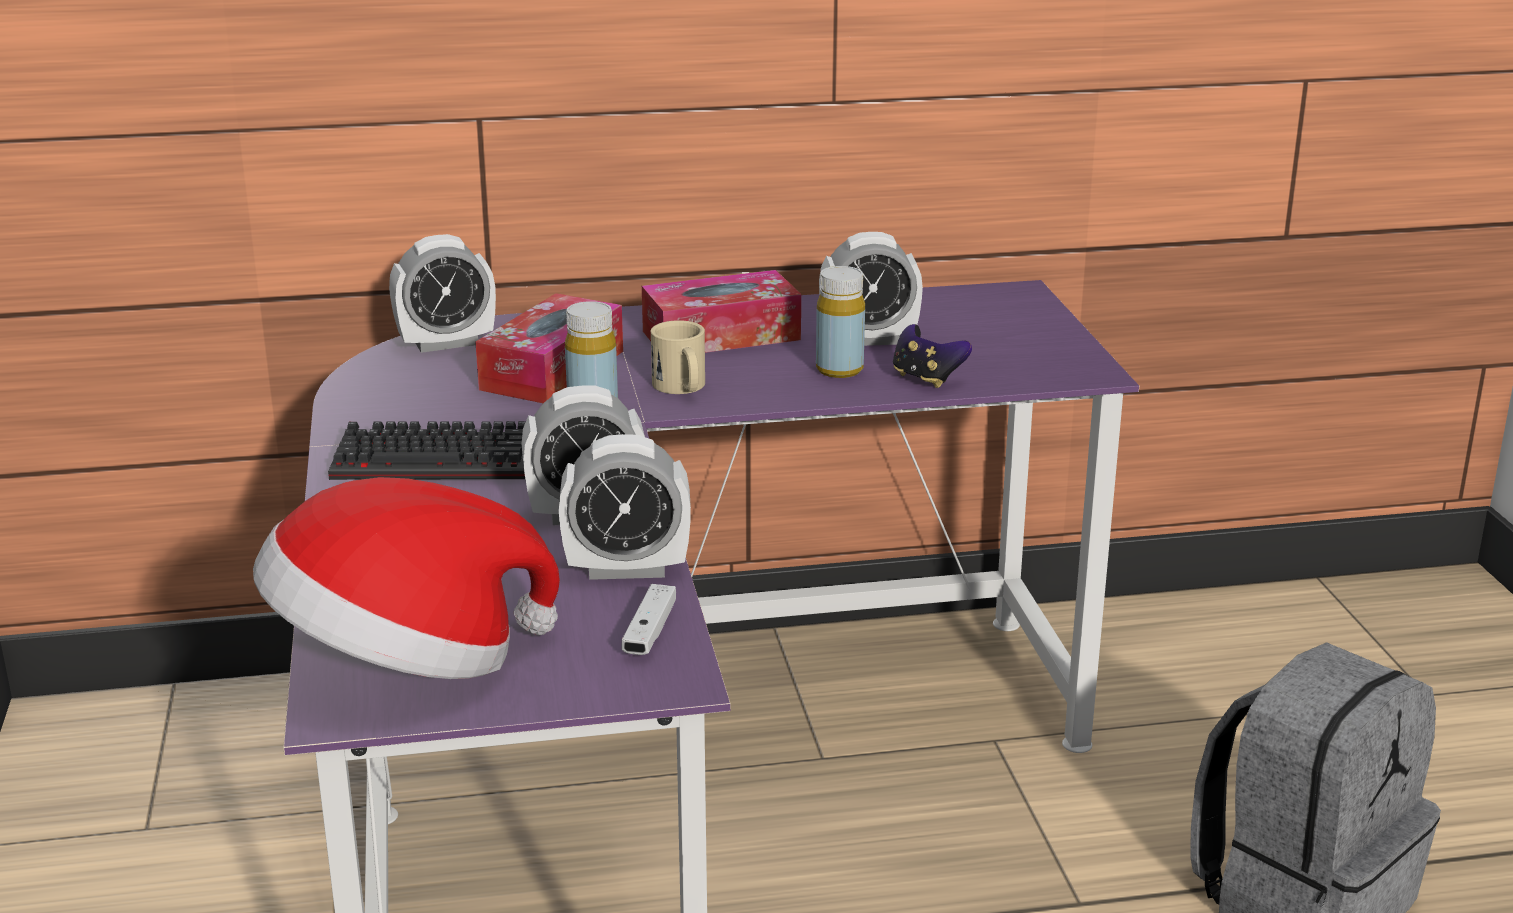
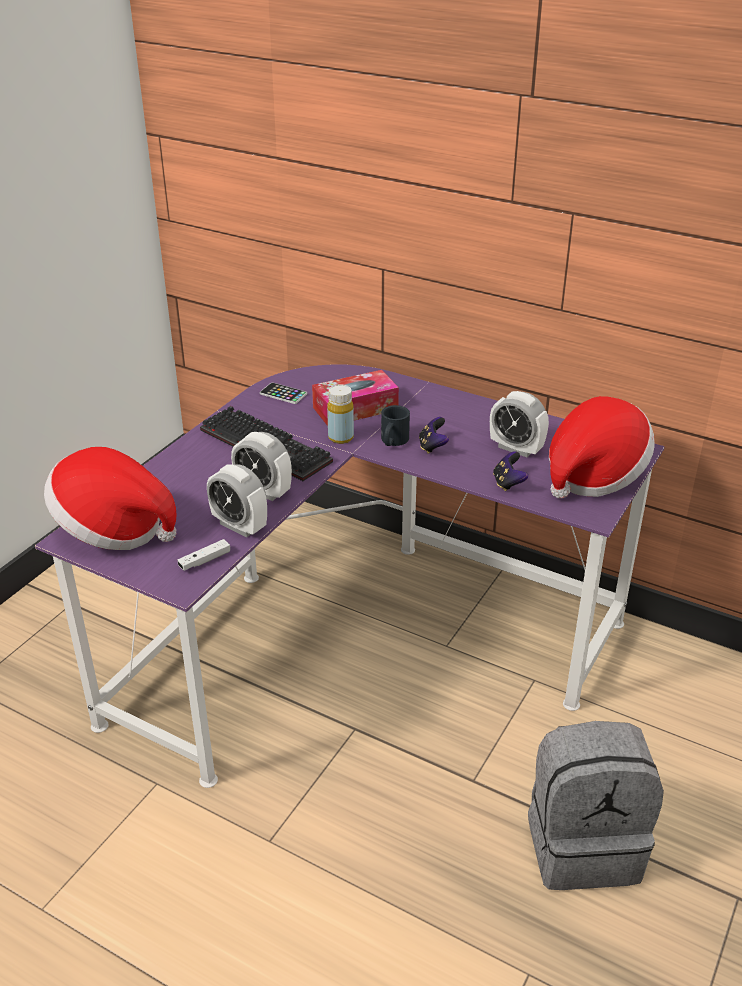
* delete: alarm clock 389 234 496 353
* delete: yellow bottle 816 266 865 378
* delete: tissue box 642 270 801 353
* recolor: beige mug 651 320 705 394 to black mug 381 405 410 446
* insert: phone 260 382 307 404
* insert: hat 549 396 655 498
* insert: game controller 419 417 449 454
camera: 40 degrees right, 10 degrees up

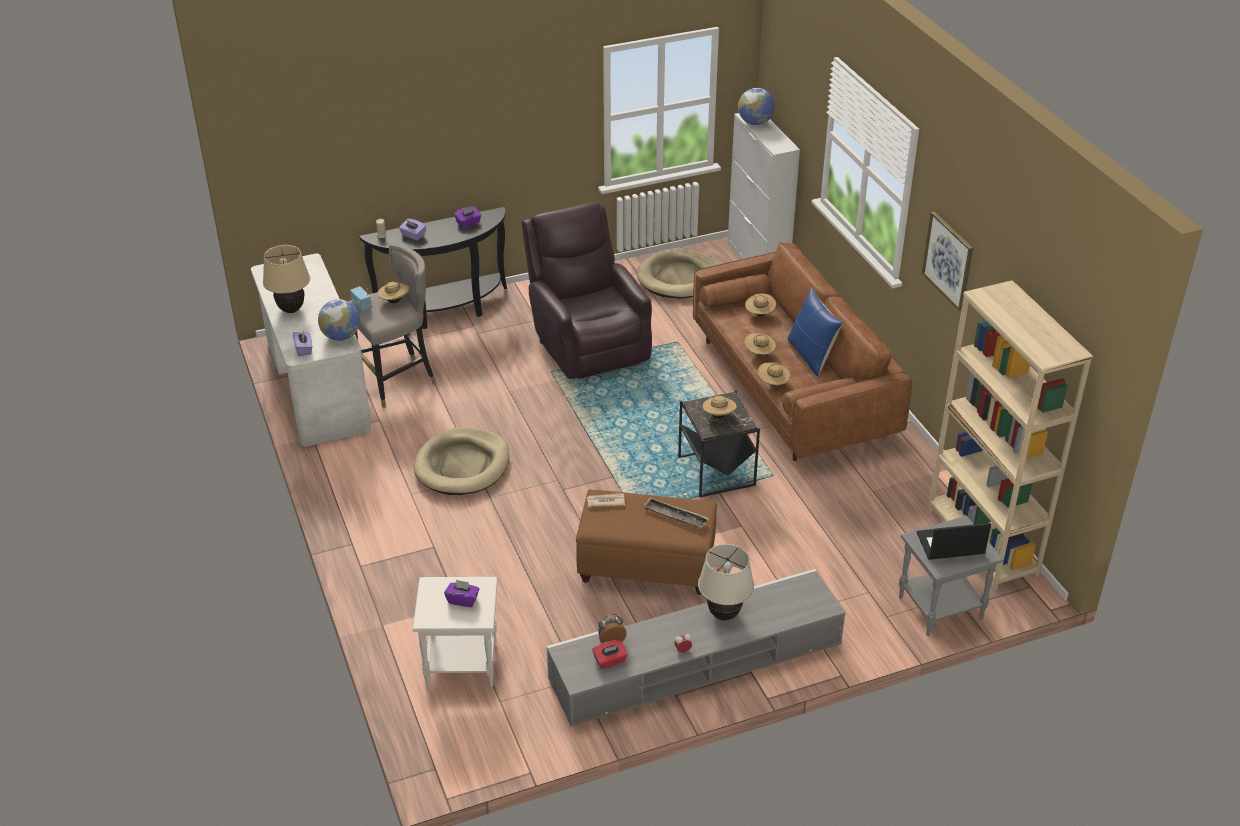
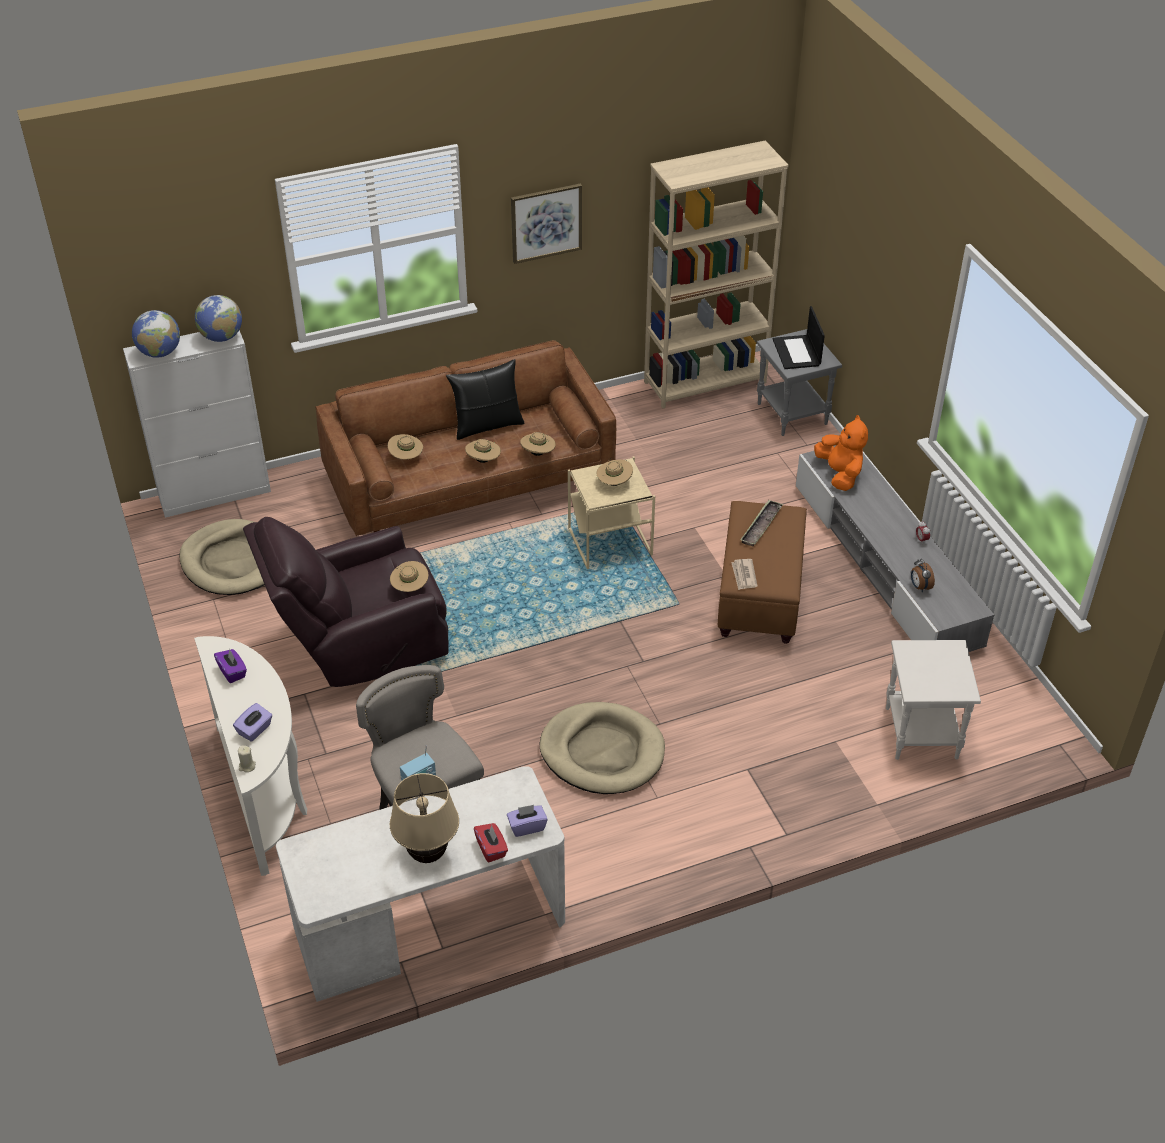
* recolor: black console table 359 207 507 329 to white console table 194 636 307 876
* move: beige hat 378 280 409 303 to 390 561 428 592
* recolor: blue pillow 788 287 843 376 to black pillow 446 359 524 440
* move: globe 318 299 360 341 to 195 295 242 342
* recolor: black side table 678 390 760 497 to beige side table 568 456 655 569
* delete: beige table lamp 698 544 754 621
* delete: purple tissue box 444 579 479 607
* move: red tissue box 592 639 628 669 to 474 823 508 862
* insert: orange plush toy 814 415 868 491
camera: 90 degrees left, 5 degrees up

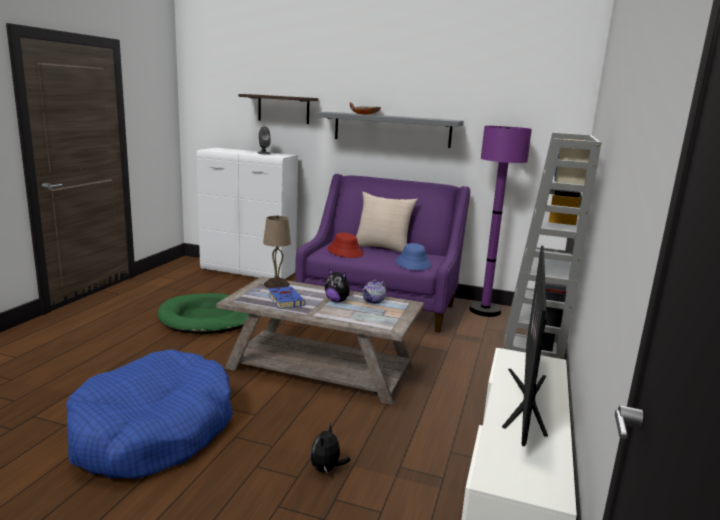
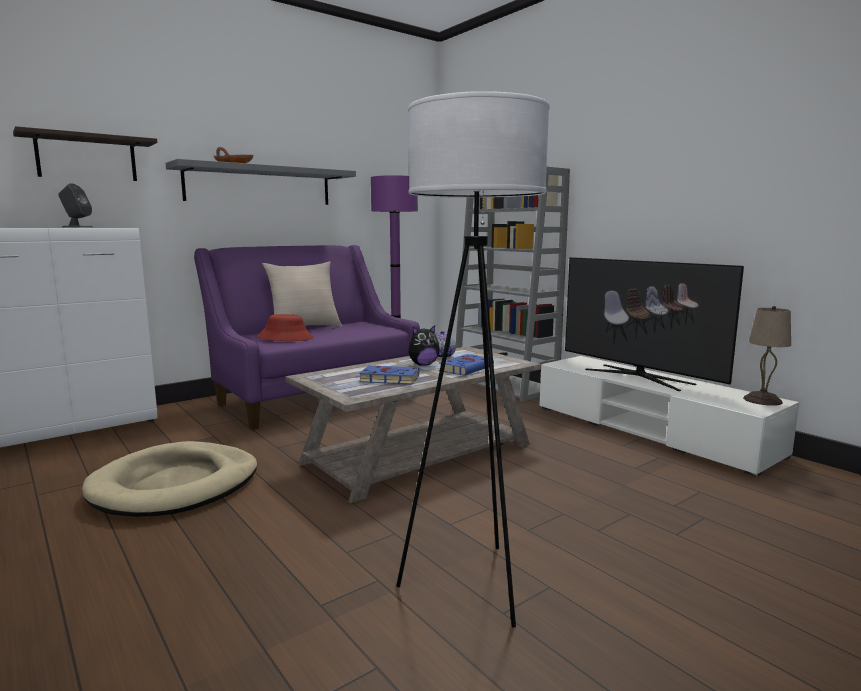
* move: beige table lamp 263 215 291 288 to 743 306 791 406
* delete: blue hat 396 243 431 271
* recolor: green dog bed 158 293 248 334 to beige dog bed 82 441 257 517
* replace: blue dog bed 66 349 233 479 to white floor lamp 396 91 550 628
* delete: plush toy 310 424 350 474
* insert: blue book 439 354 494 376
camera: 55 degrees left, 5 degrees down

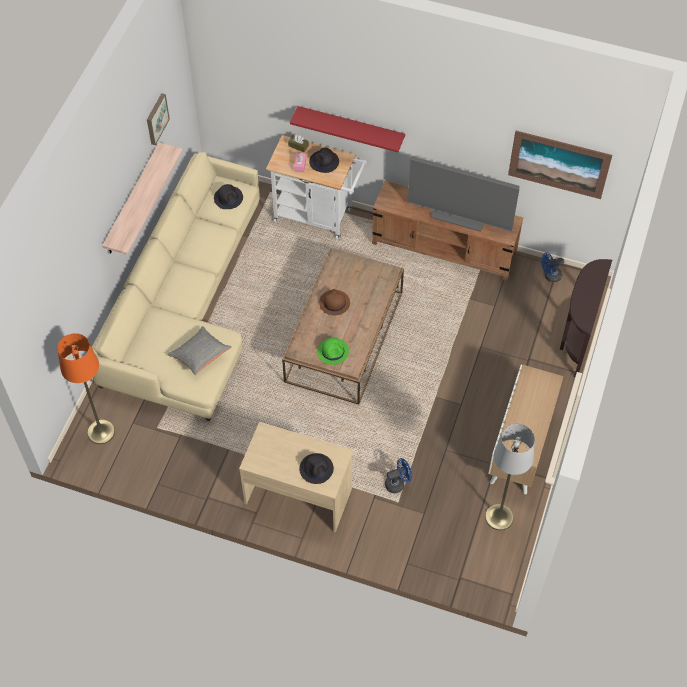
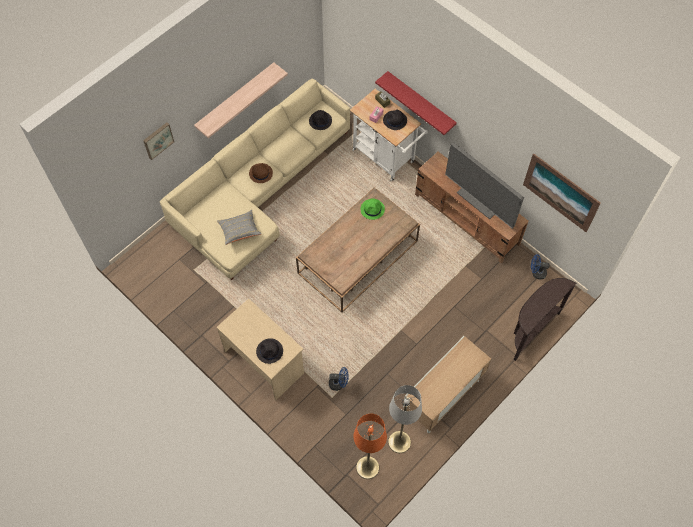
* move: picture 147 93 170 145 to 143 122 174 160
* move: brown hat 319 289 350 315 to 249 163 273 183
* move: orange floor lamp 57 333 115 444 to 354 414 387 479
* move: green hat 317 337 349 365 to 361 198 385 220
camera: 25 degrees right, 5 degrees up

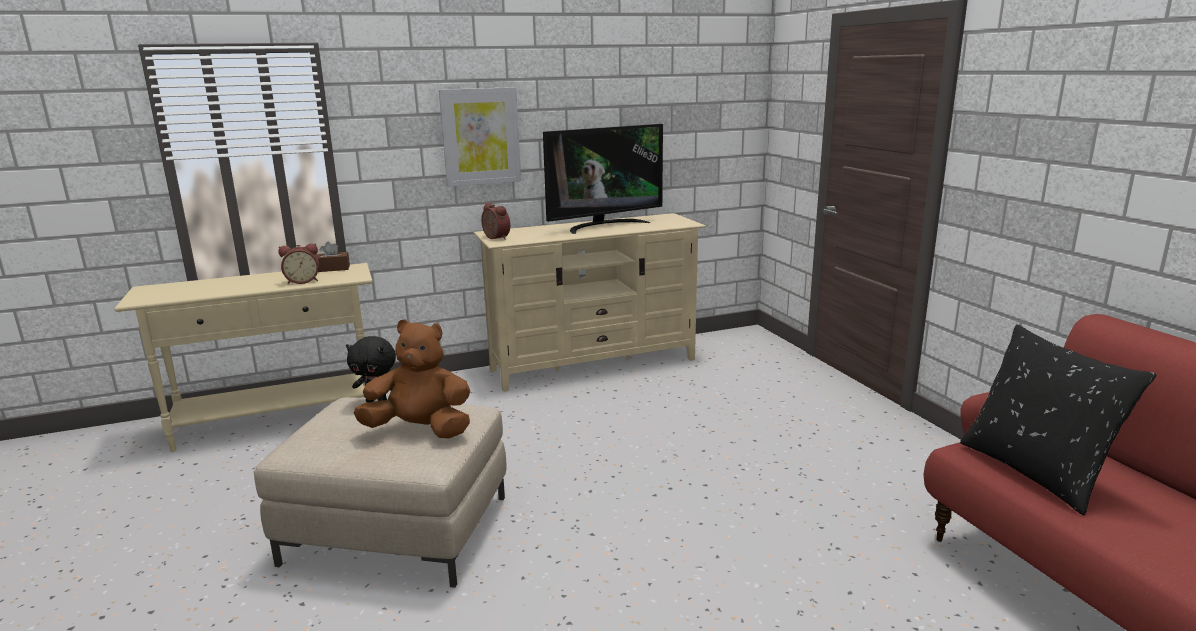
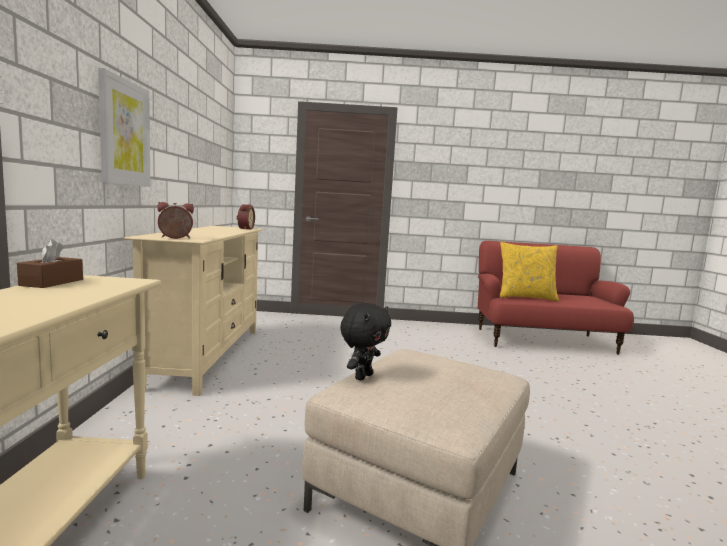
* delete: television 543 124 663 234
* move: alarm clock 278 244 319 284 to 236 204 255 230
* delete: brown plush toy 353 319 470 438
* recolor: black pillow 960 324 1156 515 to yellow pillow 500 242 559 301
camera: 70 degrees left, 10 degrees down

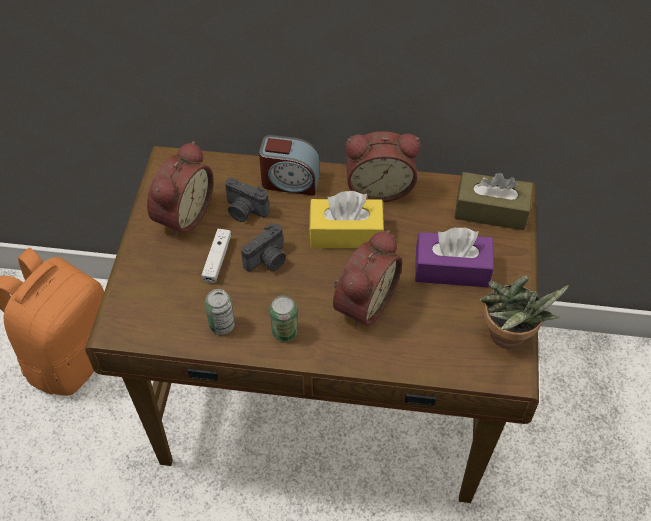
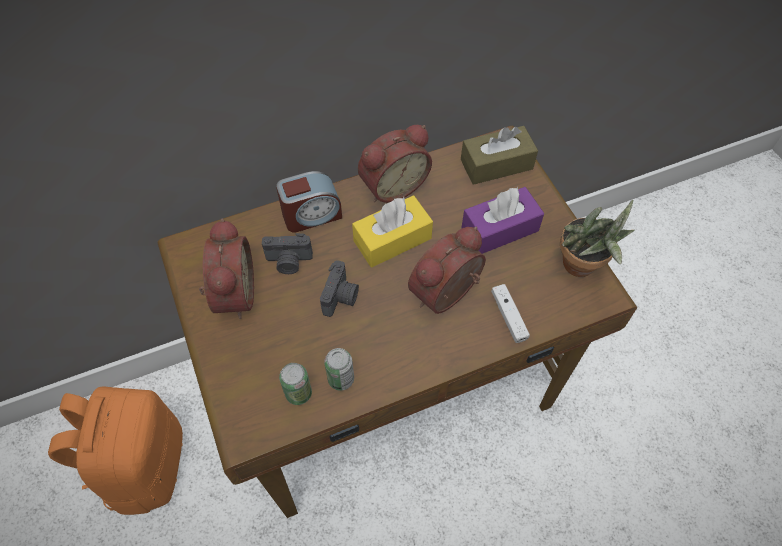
* move: white game controller 202 229 231 283 to 491 284 530 343
* rotate: alarm clock 333 230 402 329 = 408 227 486 314 135 degrees counterclockwise
* move: can 270 296 298 341 to 279 363 312 405
camera: 30 degrees left, 5 degrees up

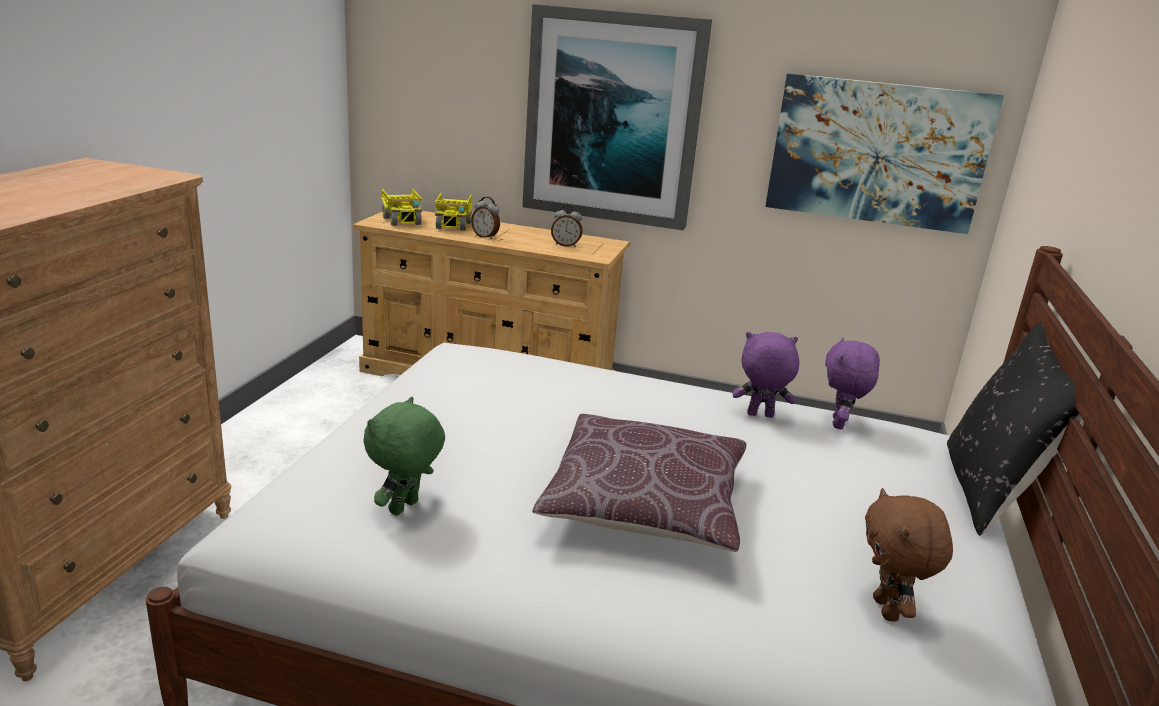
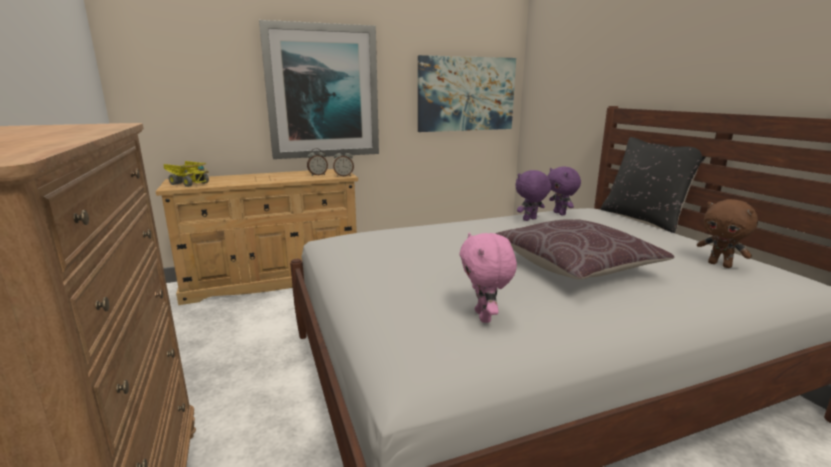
* delete: toy truck 435 193 473 231
* move: alarm clock 471 197 500 239 to 333 149 354 176
* recolor: green plush toy 363 397 445 516 to pink plush toy 460 232 517 323
camera: 35 degrees left, 5 degrees down

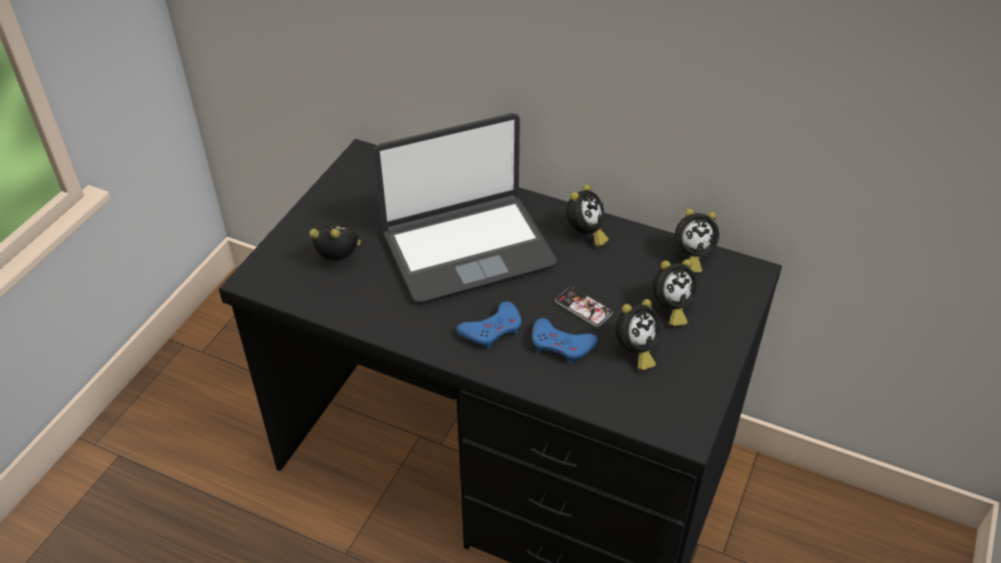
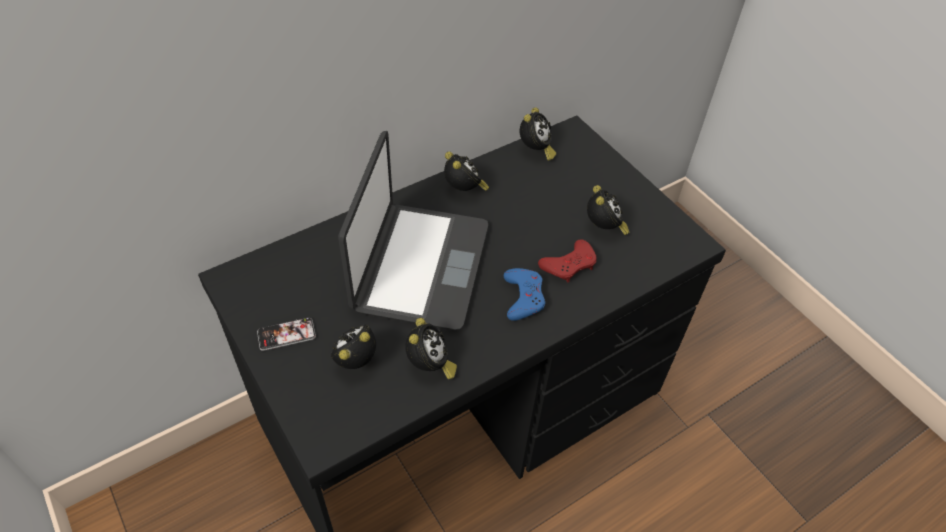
* move: alarm clock 653 259 698 326 to 405 318 457 380
* move: phone 555 287 613 327 to 257 318 316 351
* recolor: blue game controller 532 318 598 364 to red game controller 538 239 597 282
camera: 60 degrees left, 5 degrees up

